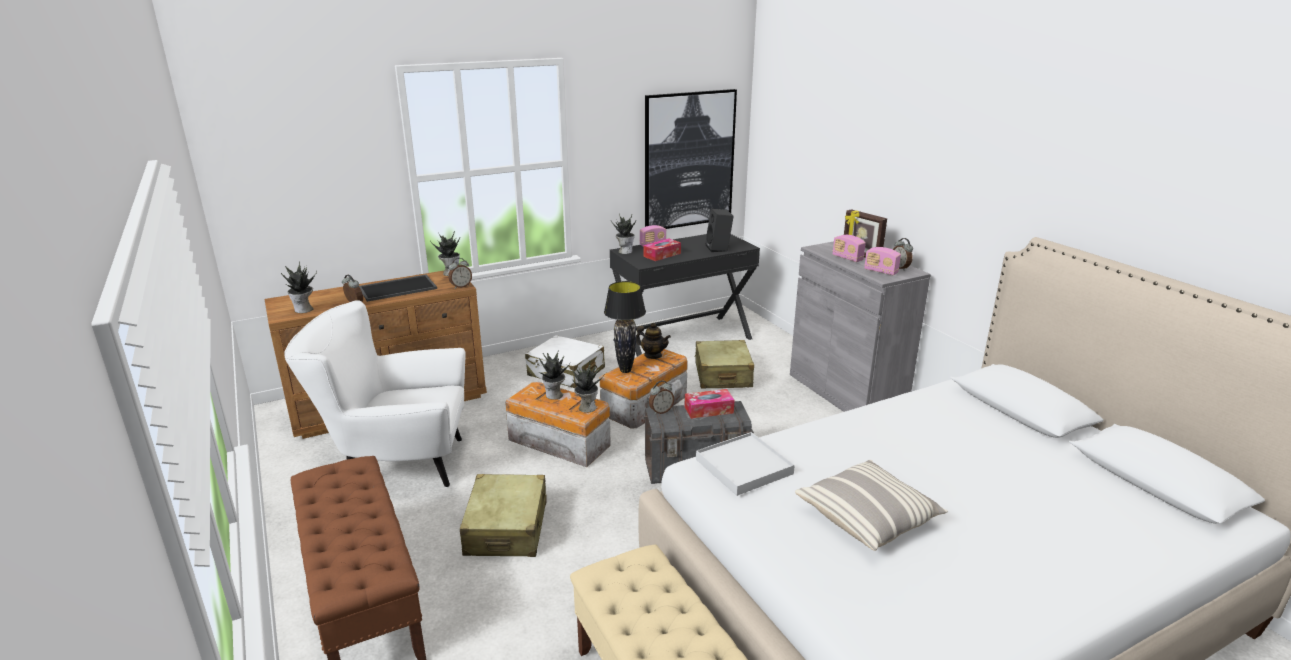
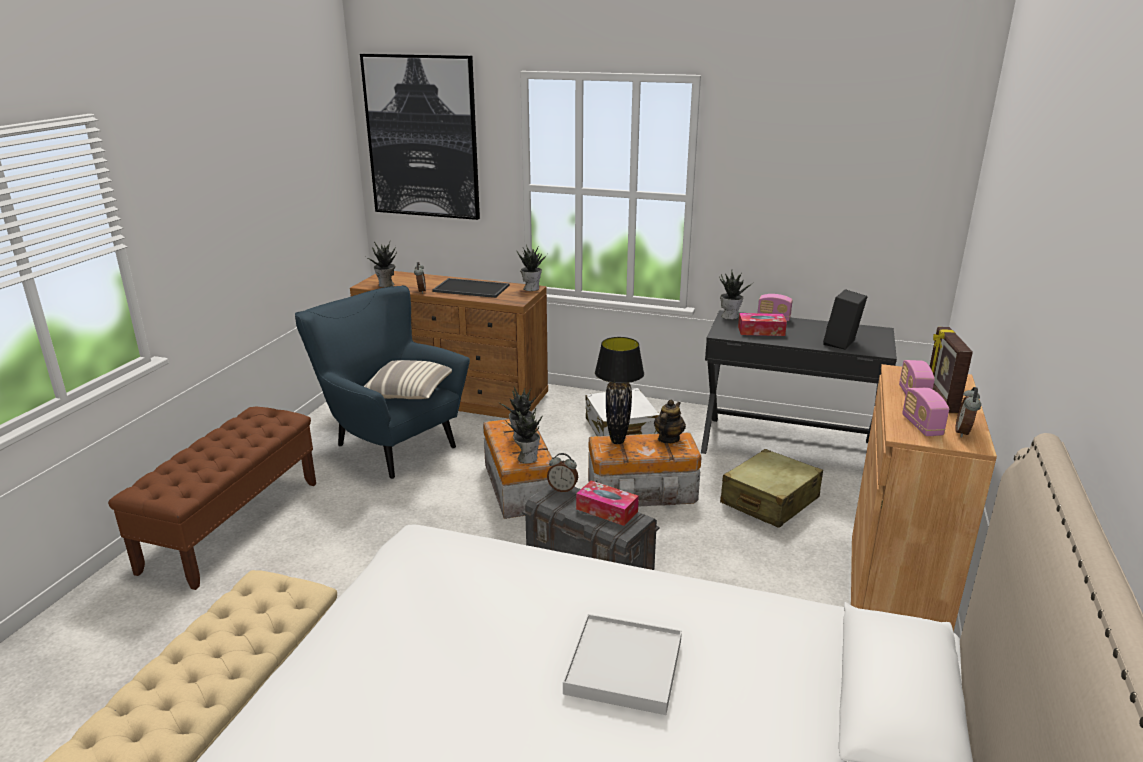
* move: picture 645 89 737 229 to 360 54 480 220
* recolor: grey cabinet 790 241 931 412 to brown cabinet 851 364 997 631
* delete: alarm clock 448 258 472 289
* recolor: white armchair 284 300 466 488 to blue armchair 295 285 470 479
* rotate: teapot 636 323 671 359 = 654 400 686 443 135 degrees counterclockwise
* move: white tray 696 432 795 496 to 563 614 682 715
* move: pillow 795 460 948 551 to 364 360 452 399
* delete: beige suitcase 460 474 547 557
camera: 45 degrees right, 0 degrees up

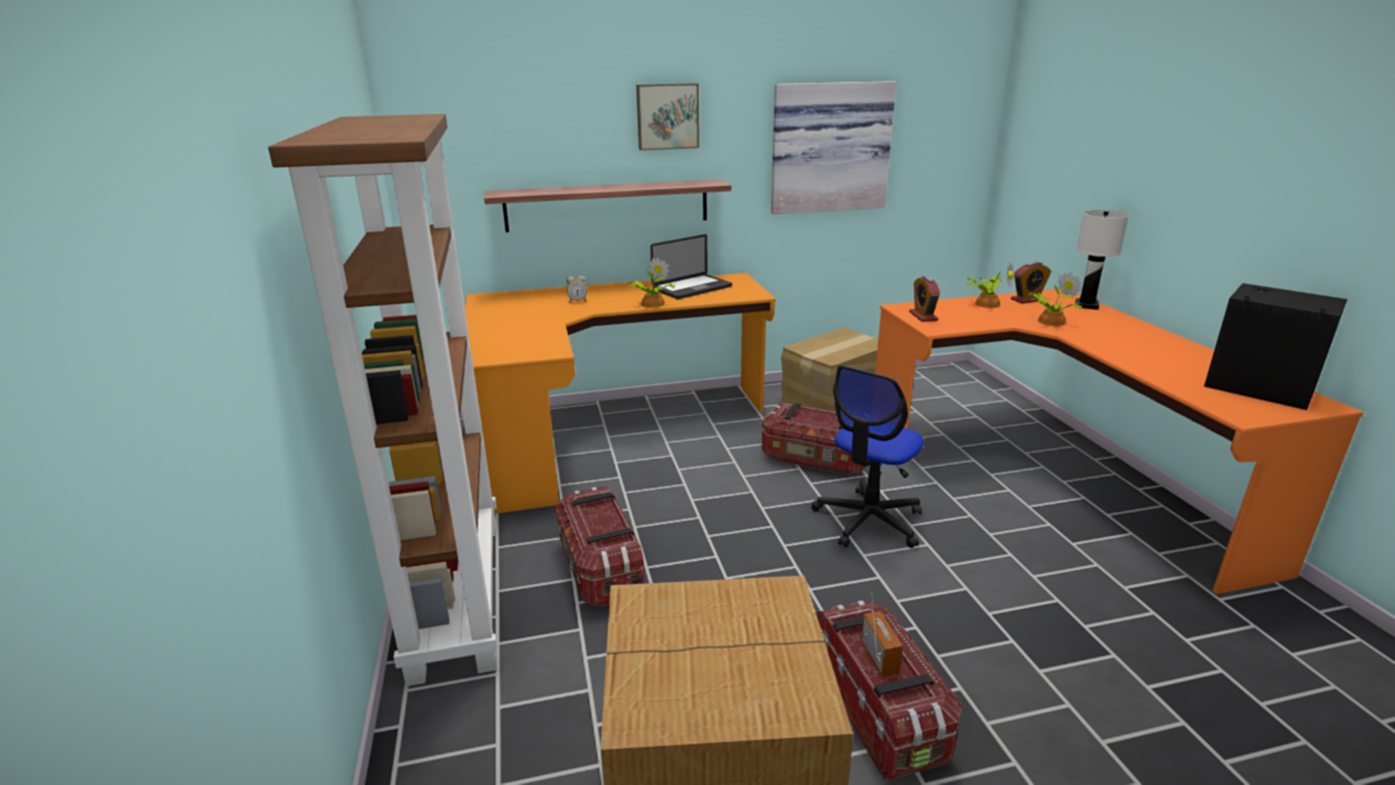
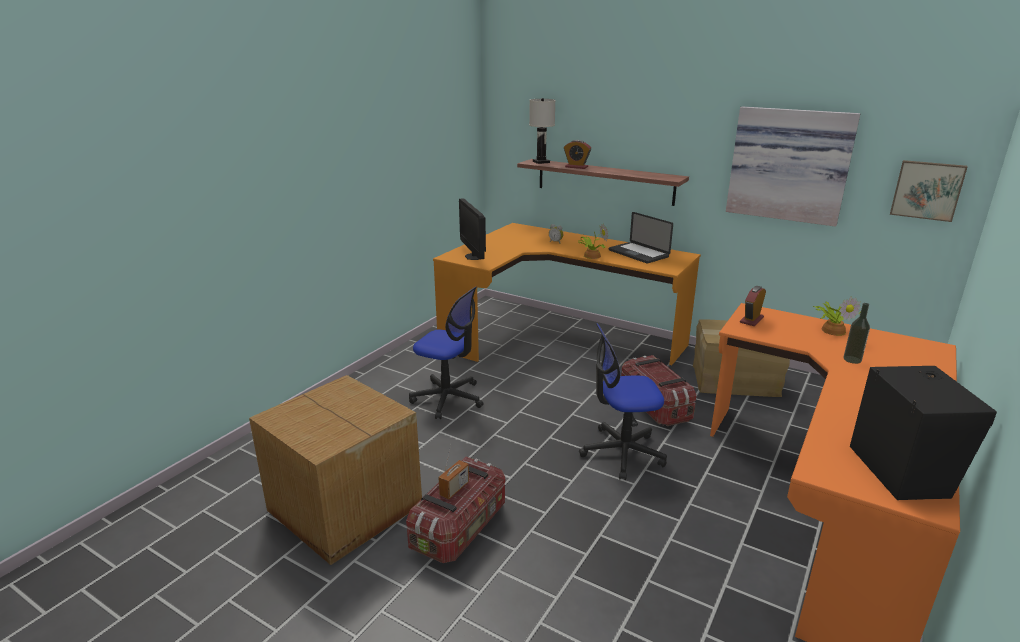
* move: picture 636 83 699 150 to 890 160 968 222
* delete: brown bookcase 268 114 497 686
* move: white table lamp 1075 210 1129 310 to 529 98 556 164
* rotate: laptop 650 234 732 299 = 609 212 673 264 45 degrees clockwise
* move: alarm clock 1011 261 1051 304 to 564 140 591 169
* replace: potted plant 1028 272 1083 326 to bottle 843 303 870 364
* replace: storage box 555 486 645 607 to office chair 409 287 484 419
* insert: monitor 459 198 486 260
camera: 45 degrees right, 0 degrees up

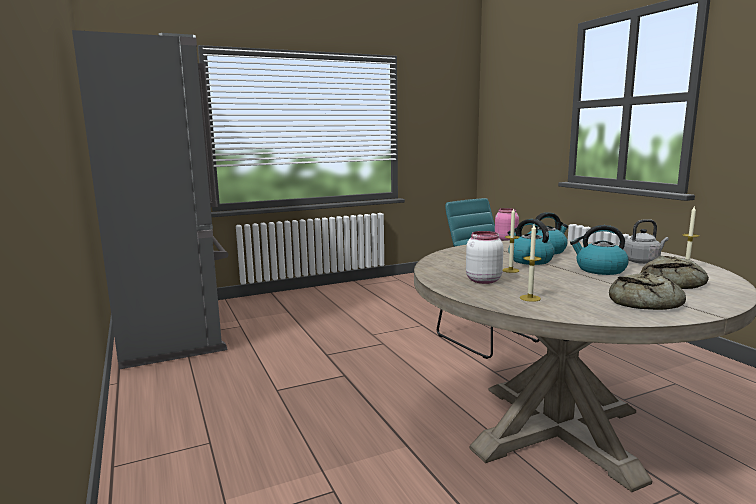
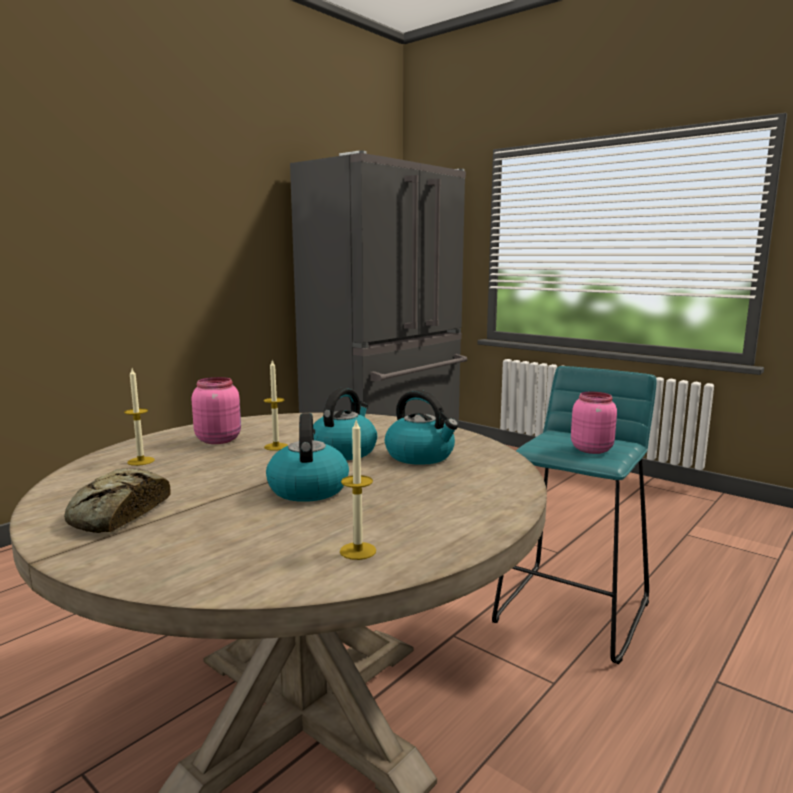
* delete: grey kettle 623 219 669 264
* recolor: white jar 466 231 503 284 to pink jar 191 377 241 444
* delete: bread 641 256 709 289
camera: 65 degrees right, 0 degrees up

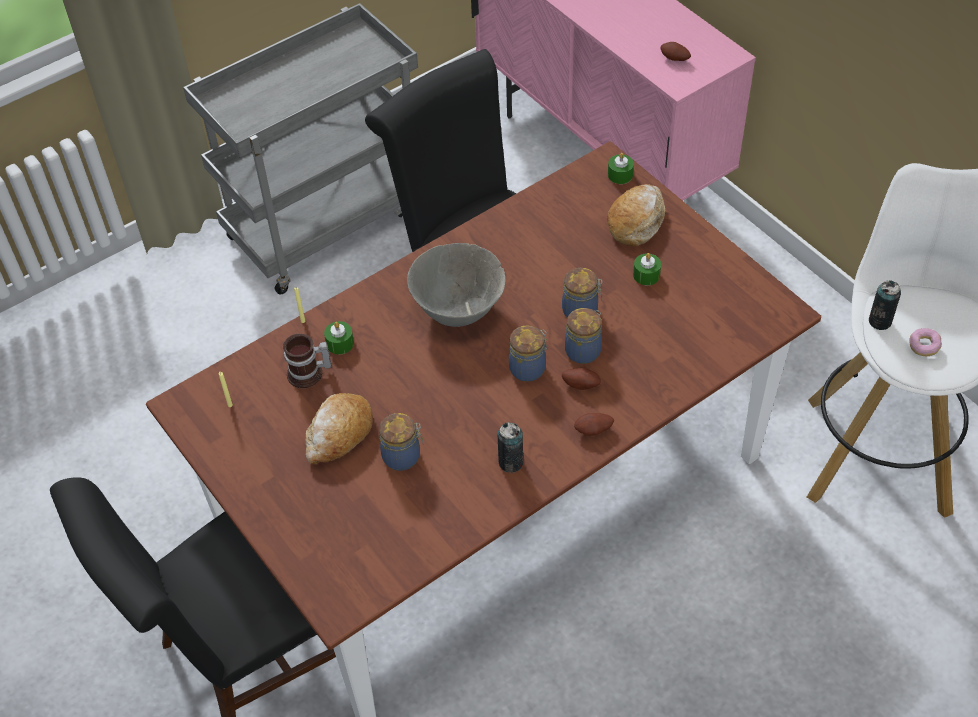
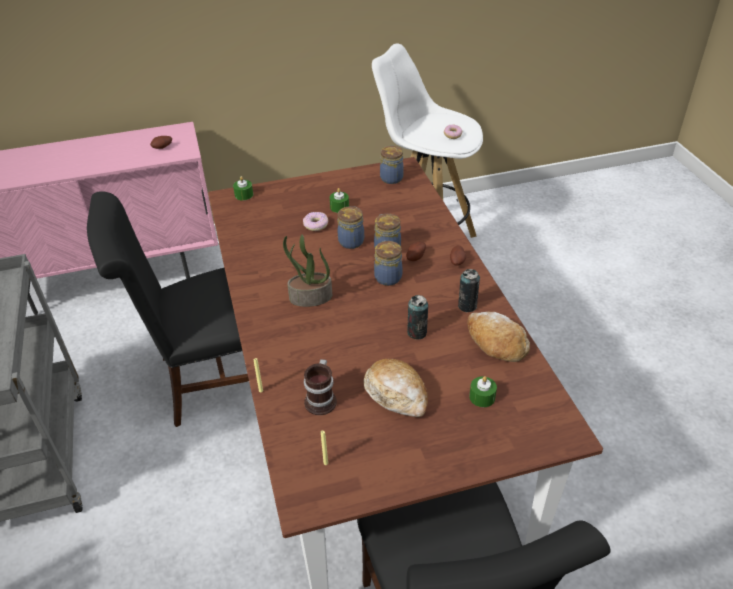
* move: bread 607 184 665 246 to 467 312 530 362
* replace: grey bowl 407 243 505 327 to potted plant 283 234 332 307
* move: can 869 280 901 330 to 407 295 428 340
* move: green candle 324 321 354 354 to 469 376 497 407
* move: jar 379 413 423 471 to 380 146 404 184
* insert: donut 303 212 328 231
camera: 70 degrees left, 10 degrees down

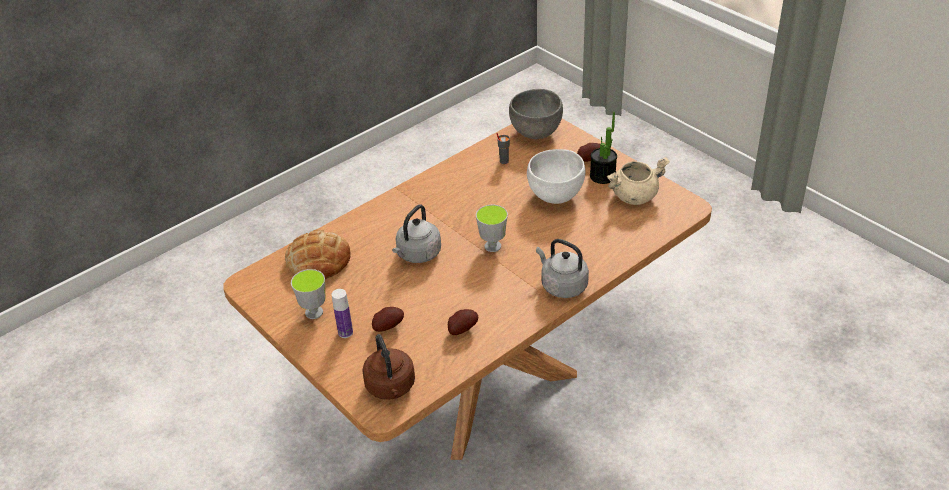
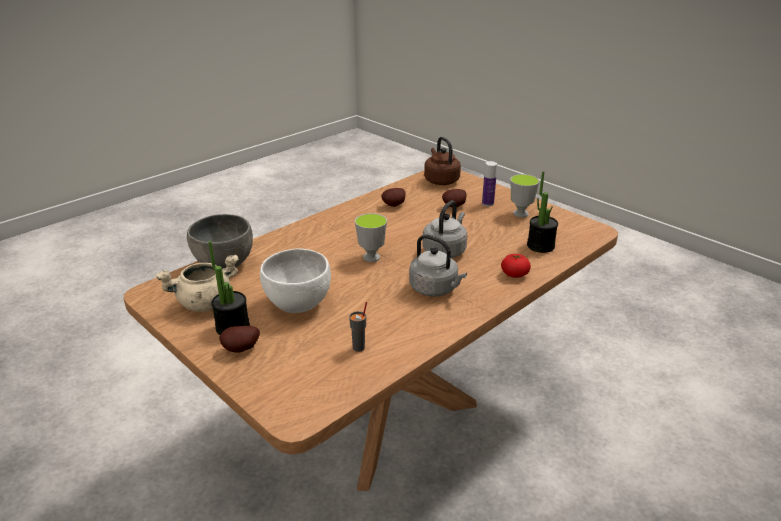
* move: grey bowl 509 89 563 139 to 187 214 253 269
* replace: bread 285 230 351 279 to potted plant 527 171 558 253
* move: grey kettle 536 239 589 298 to 409 235 467 297
* insert: tomato 501 254 531 278
camera: 175 degrees right, 10 degrees down

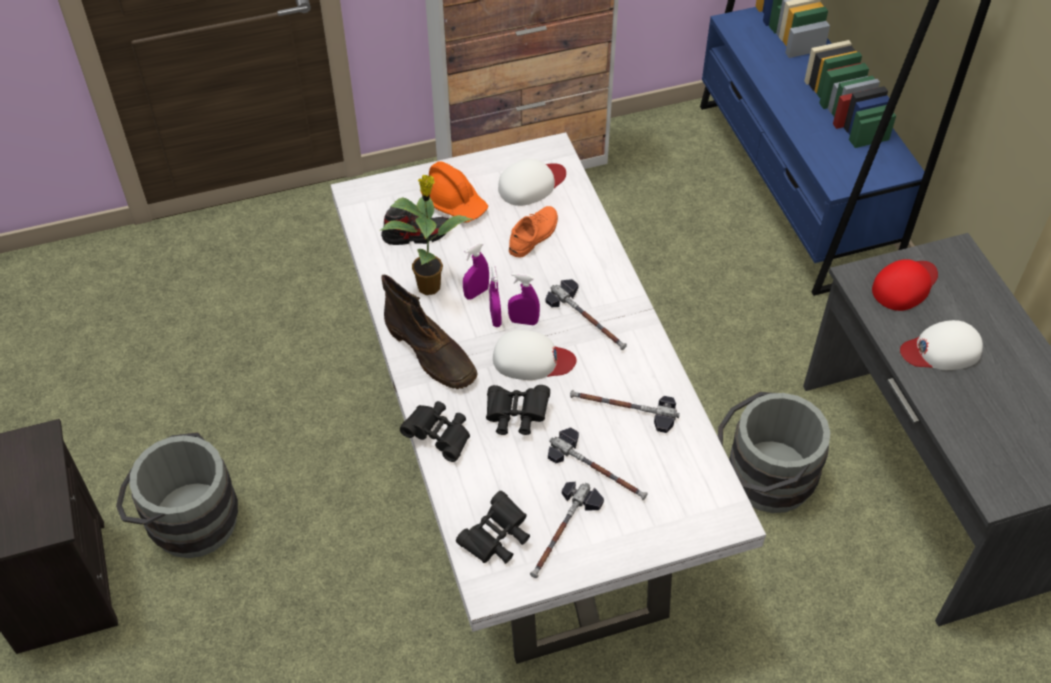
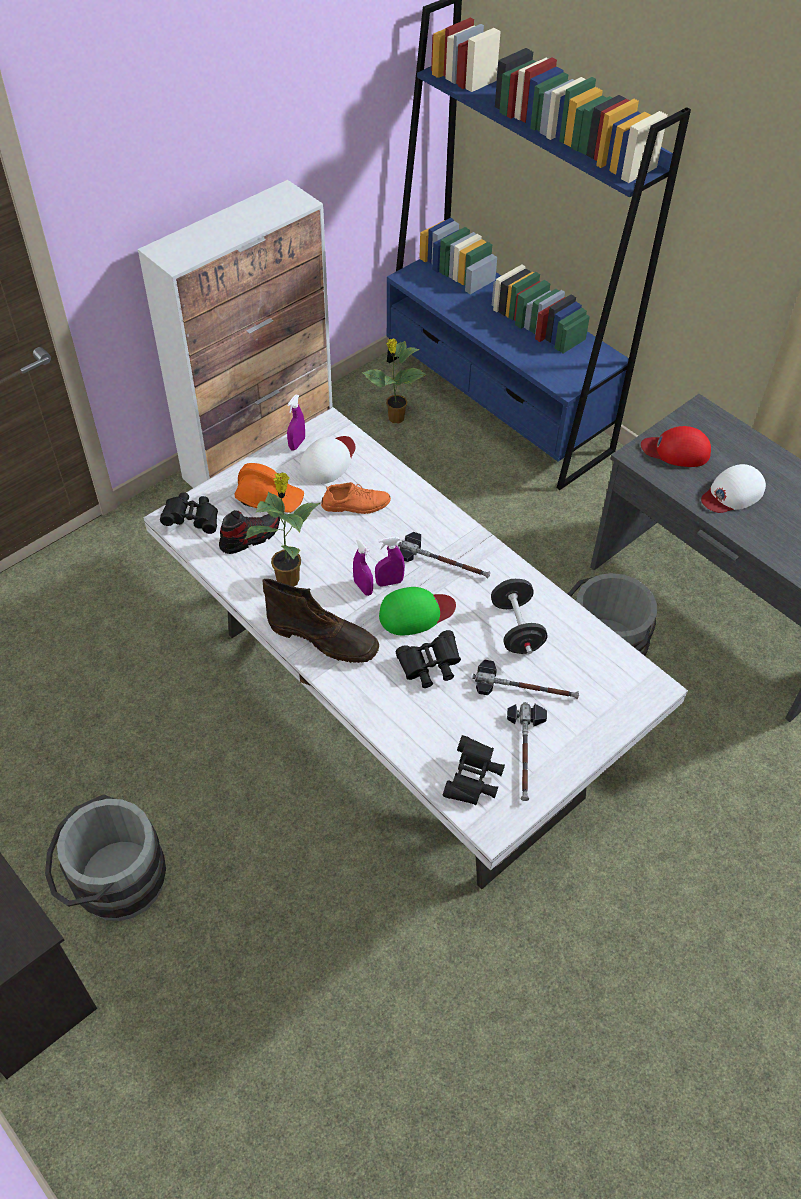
* rotate: orange shoe 509 206 558 257 = 321 482 391 514 75 degrees clockwise
* move: purple spray bottle 463 242 489 300 to 287 394 305 451
* rotate: red cap 872 259 938 311 = 641 426 711 467 105 degrees counterclockwise
* recolor: white cap 493 330 576 380 to green cap 379 587 456 635
* replace: hammer 570 390 680 433 to black dumbbell 491 579 548 654
* move: black binoculars 400 401 470 462 to 160 492 218 534
* insert: potted plant 362 339 427 423
camera: 25 degrees left, 0 degrees up

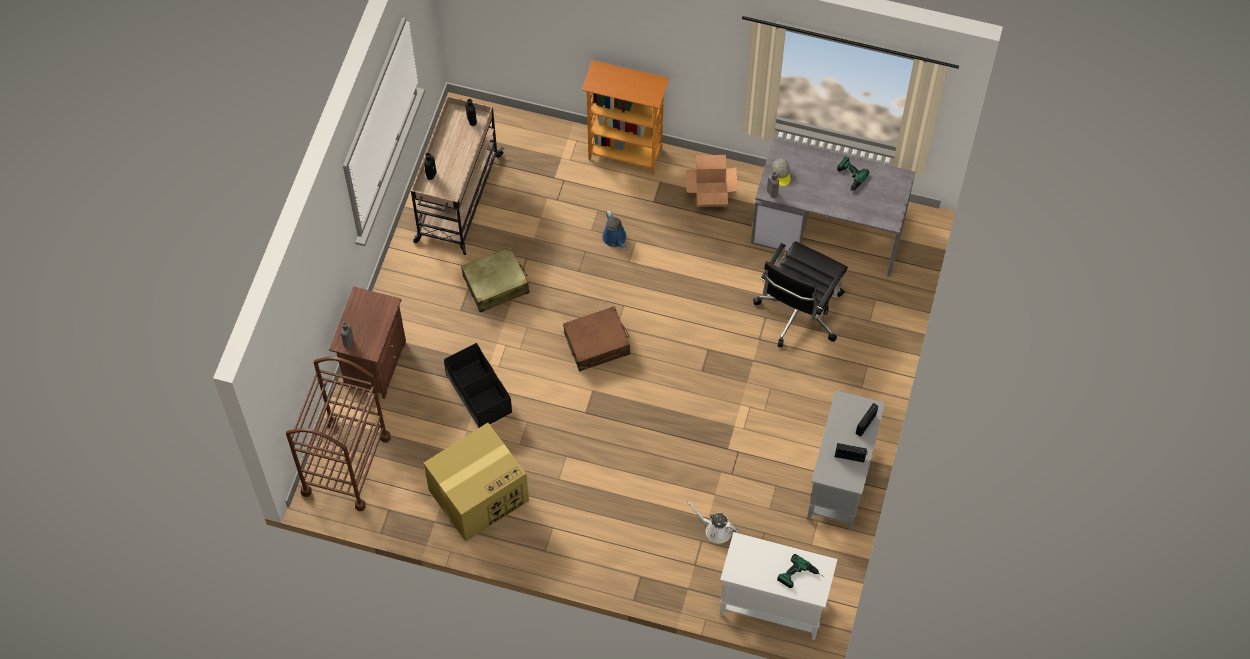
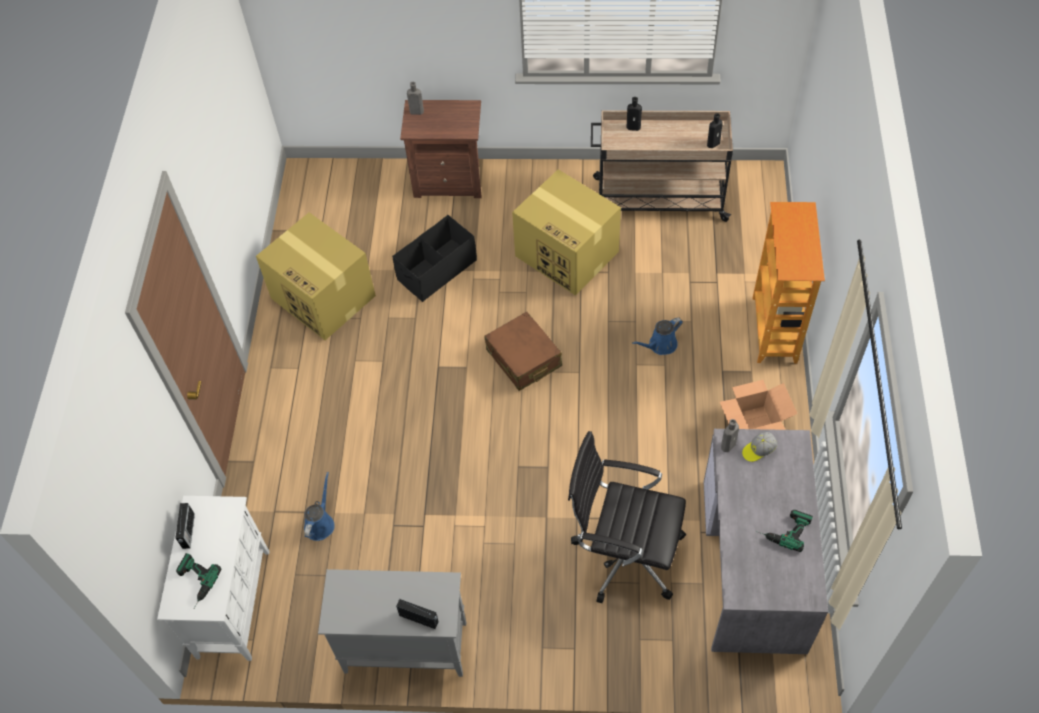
* replace: beige suitcase 461 246 530 312 to cardboard box 512 169 621 296
* delete: brown cart 286 357 391 511
* move: radio 835 443 868 462 to 175 503 195 549
* recolor: white watering can 686 501 738 544 to blue watering can 304 472 335 541
camera: 80 degrees right, 5 degrees down

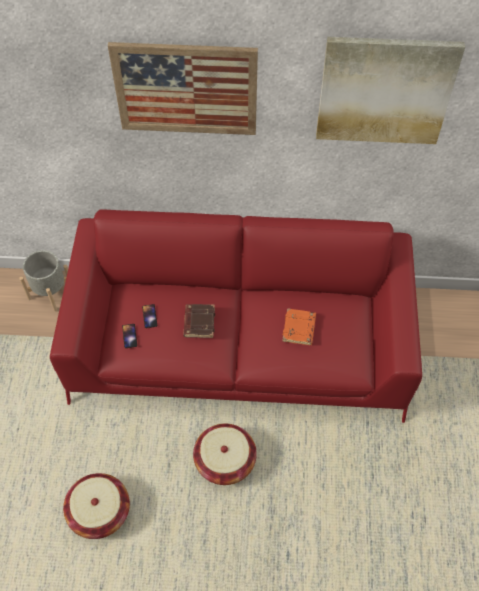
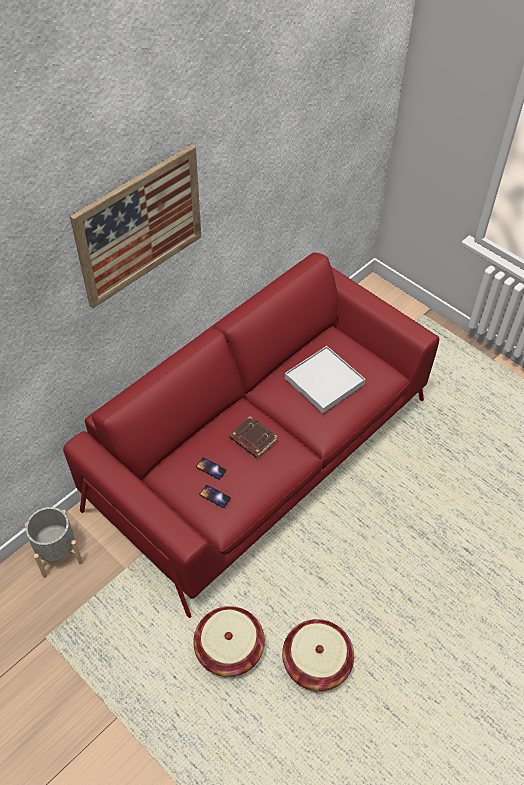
* delete: picture 316 37 465 144
* replace: orange book 282 308 316 345 to white tray 285 346 365 413
* move: basket 193 424 257 485 to 193 606 265 677
camera: 50 degrees left, 5 degrees down

